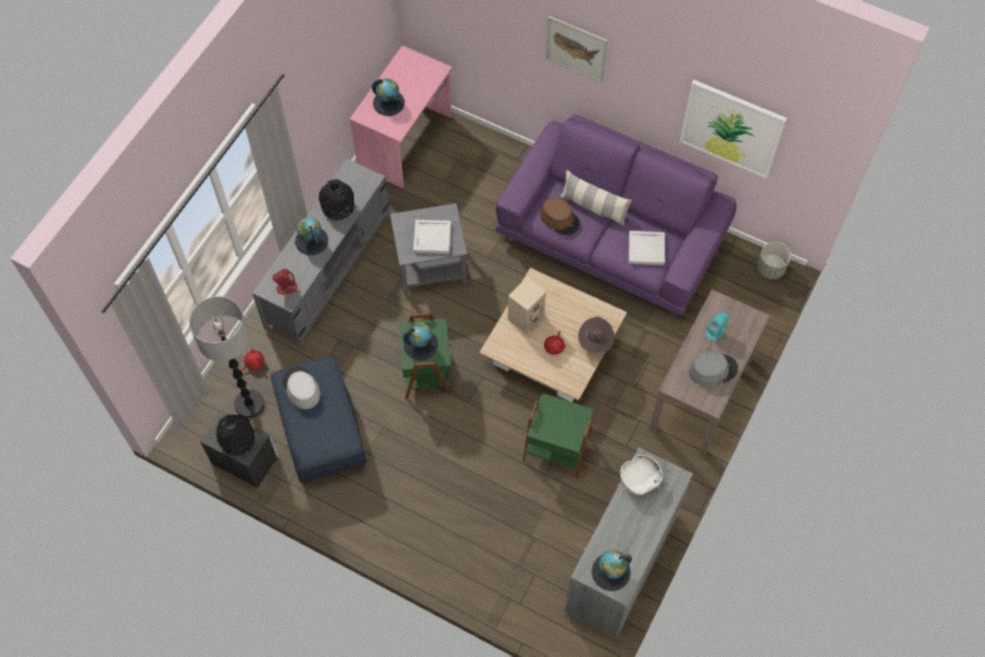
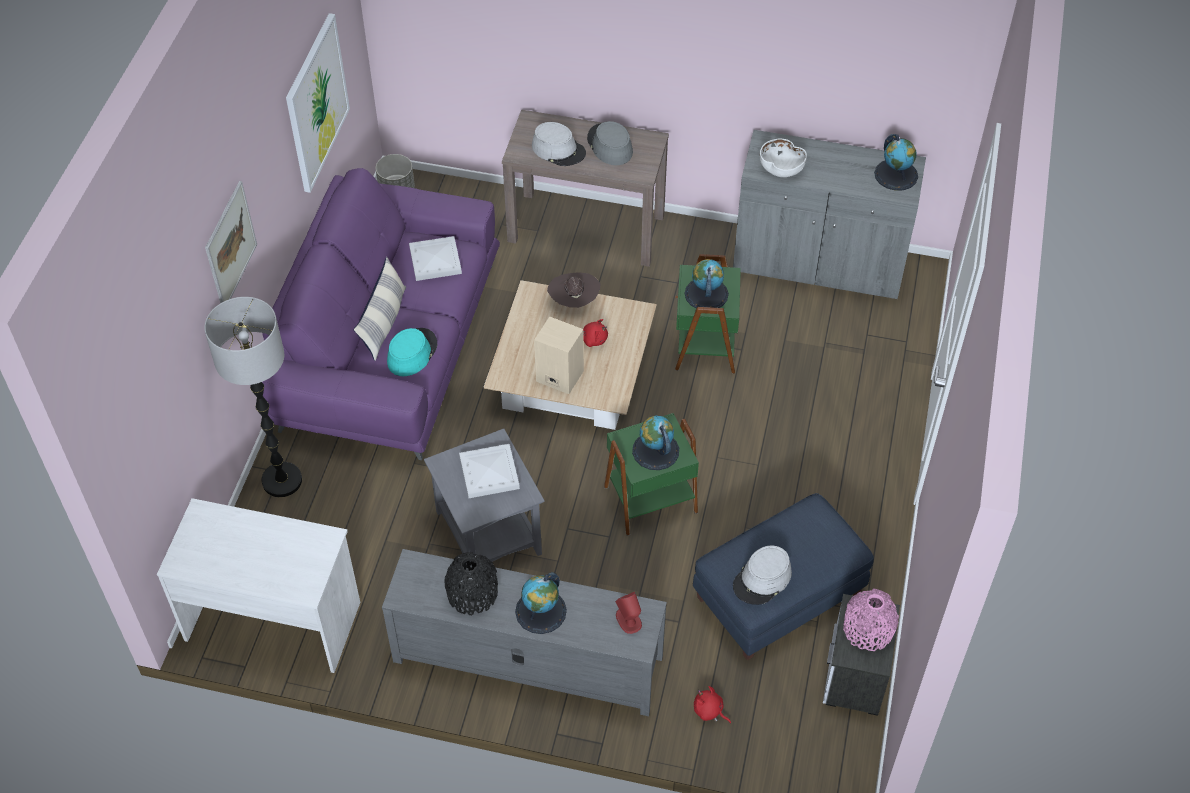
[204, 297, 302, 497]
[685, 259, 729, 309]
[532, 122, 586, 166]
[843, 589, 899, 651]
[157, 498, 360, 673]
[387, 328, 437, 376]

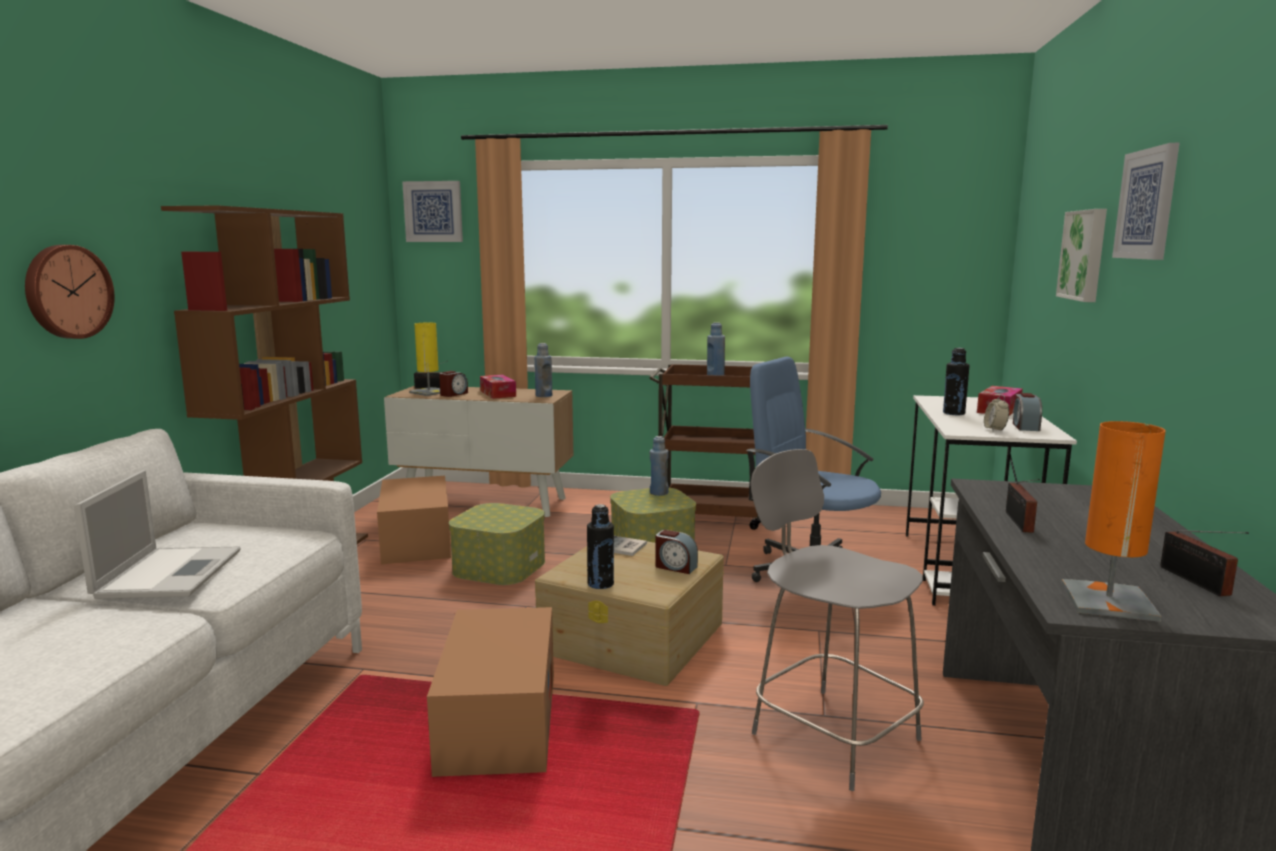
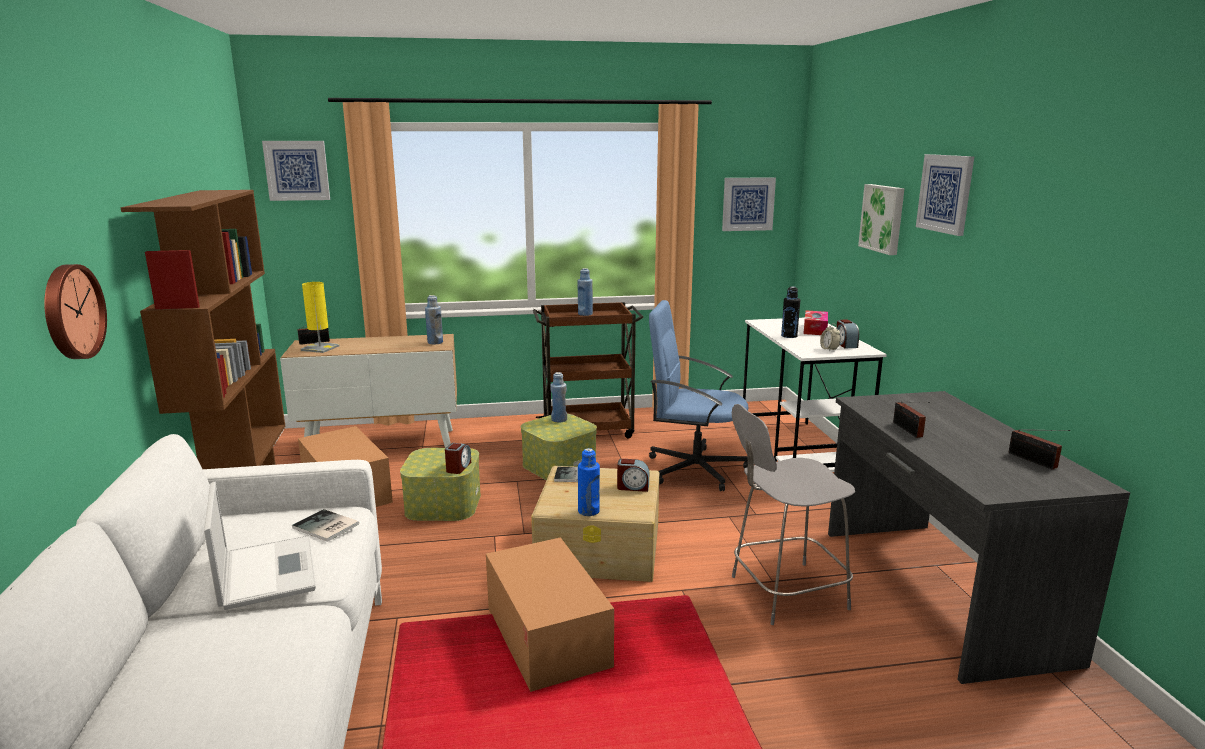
[480, 374, 516, 399] (first image)
[1061, 421, 1166, 622] (first image)
[292, 509, 359, 542]
[722, 177, 776, 231]
[445, 443, 471, 474]
[578, 448, 600, 516]
[732, 404, 855, 625]

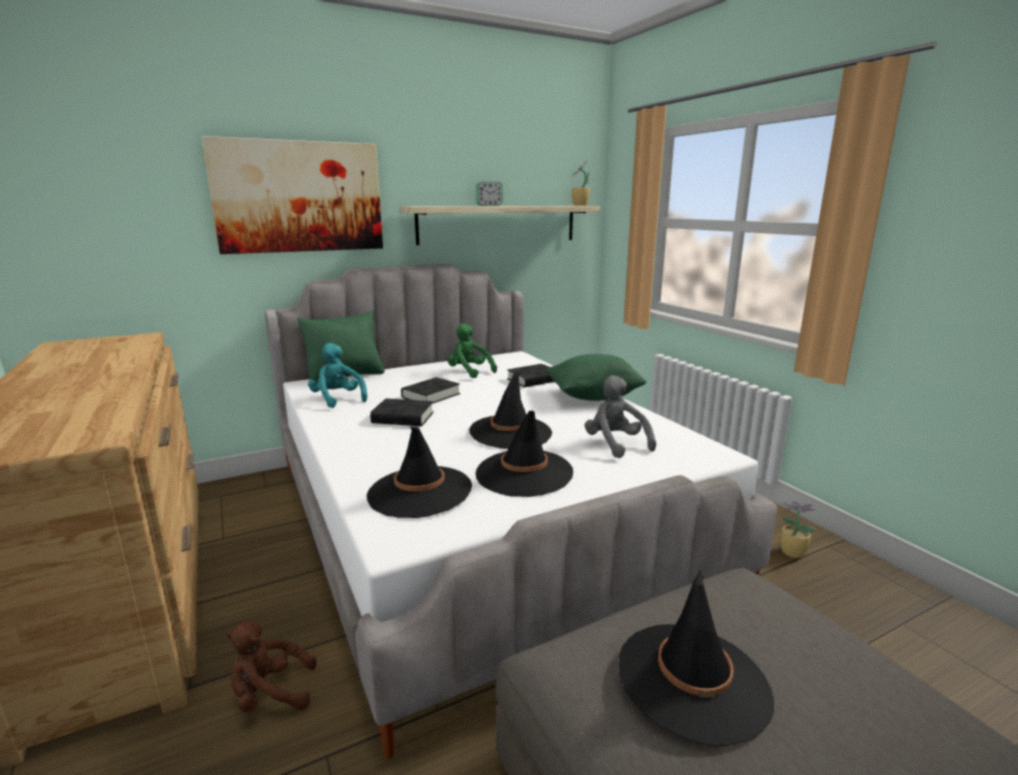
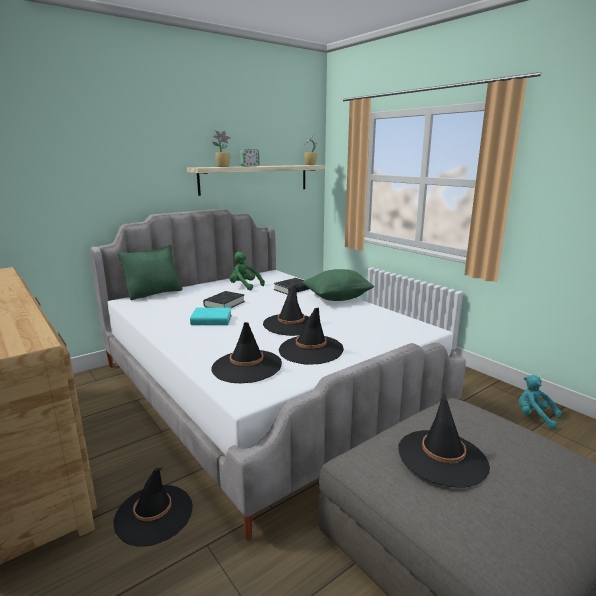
[201, 136, 383, 254] (first image)
[585, 375, 656, 458] (first image)
[519, 375, 562, 429]
[212, 130, 231, 167]
[113, 468, 193, 547]
[190, 307, 232, 325]

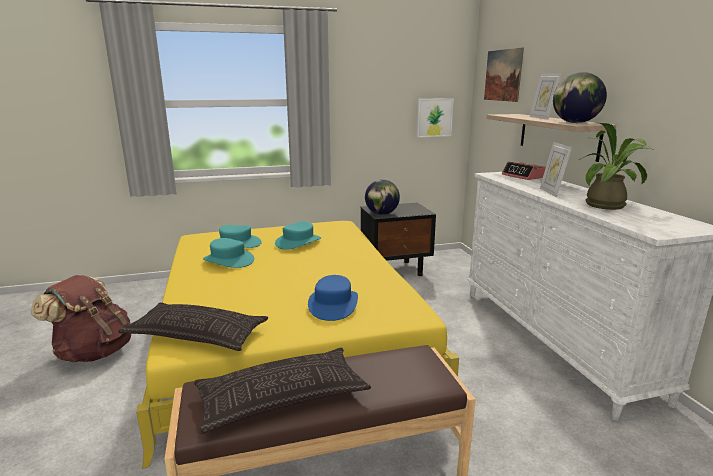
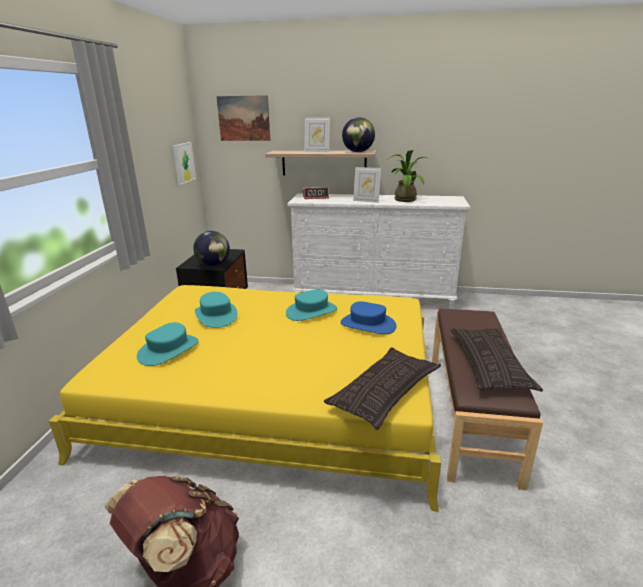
[286, 289, 337, 321]

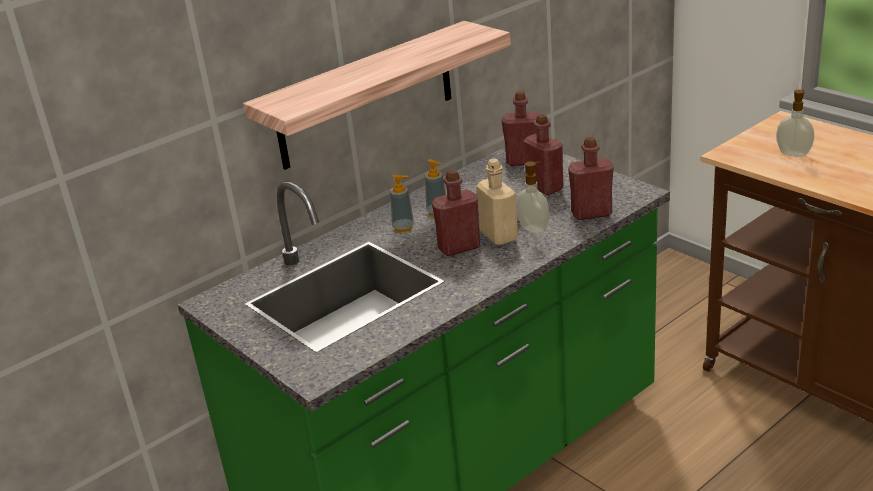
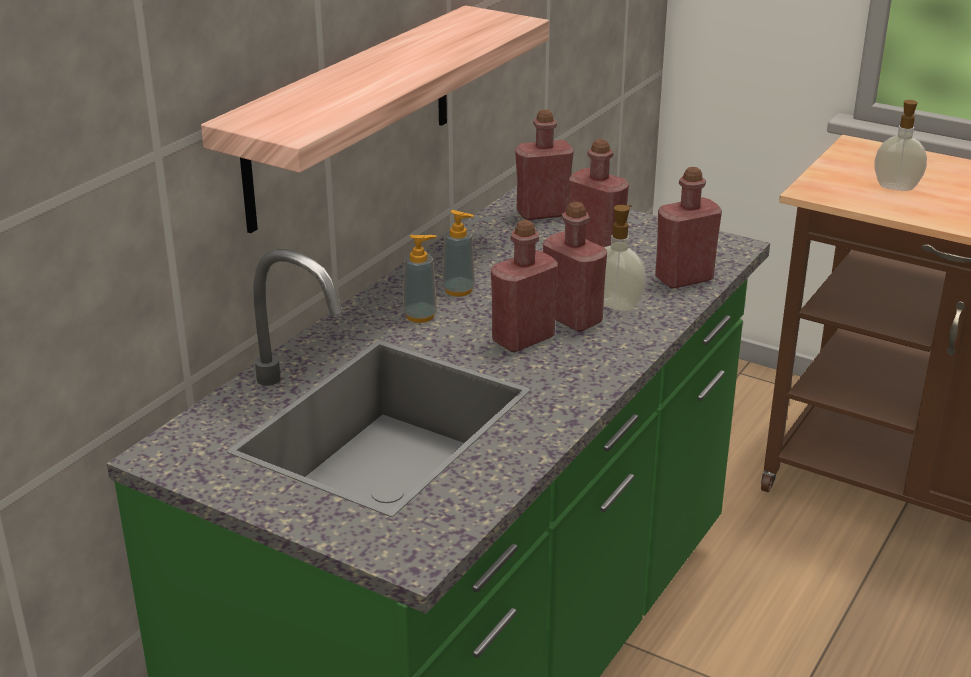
[543, 202, 607, 332]

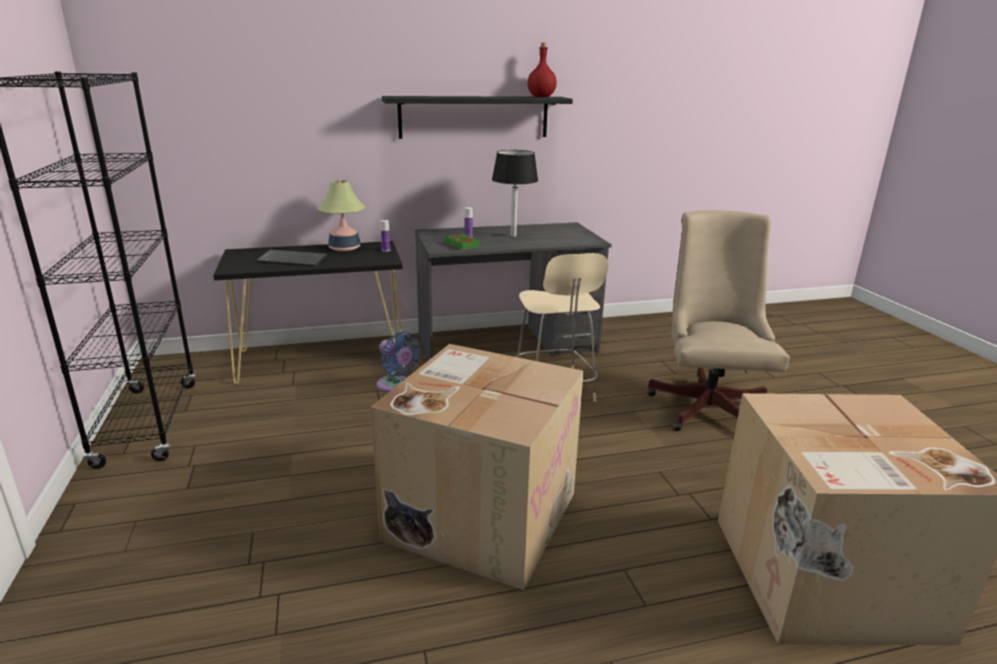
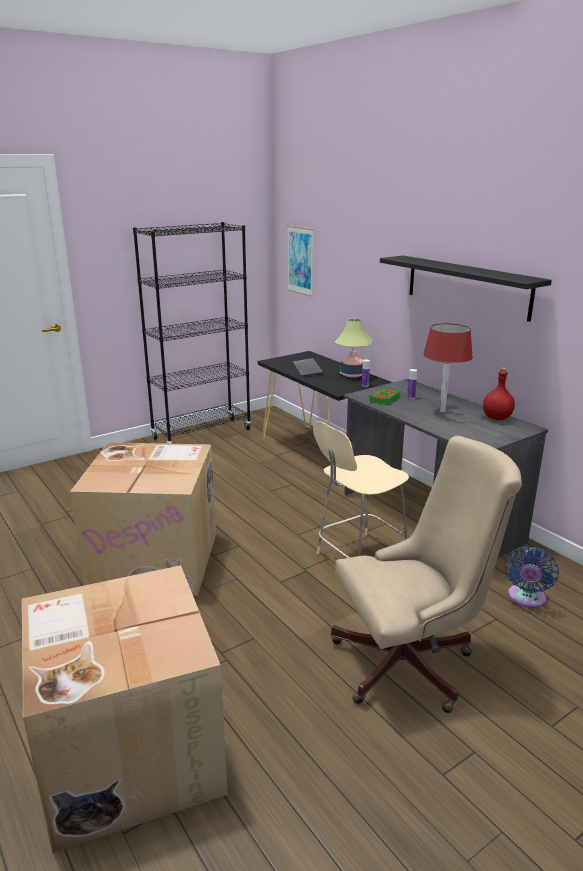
[287, 225, 314, 297]
[505, 546, 559, 608]
[483, 367, 515, 420]
[423, 323, 473, 413]

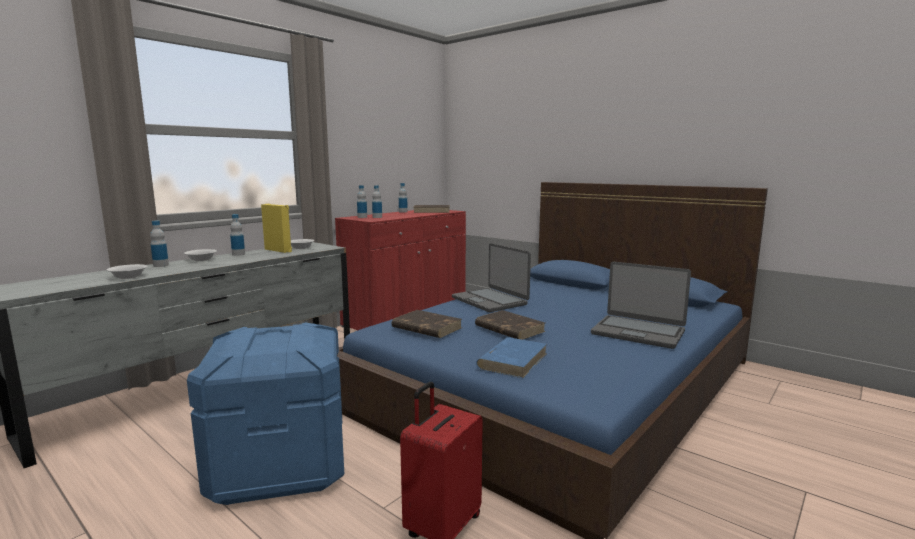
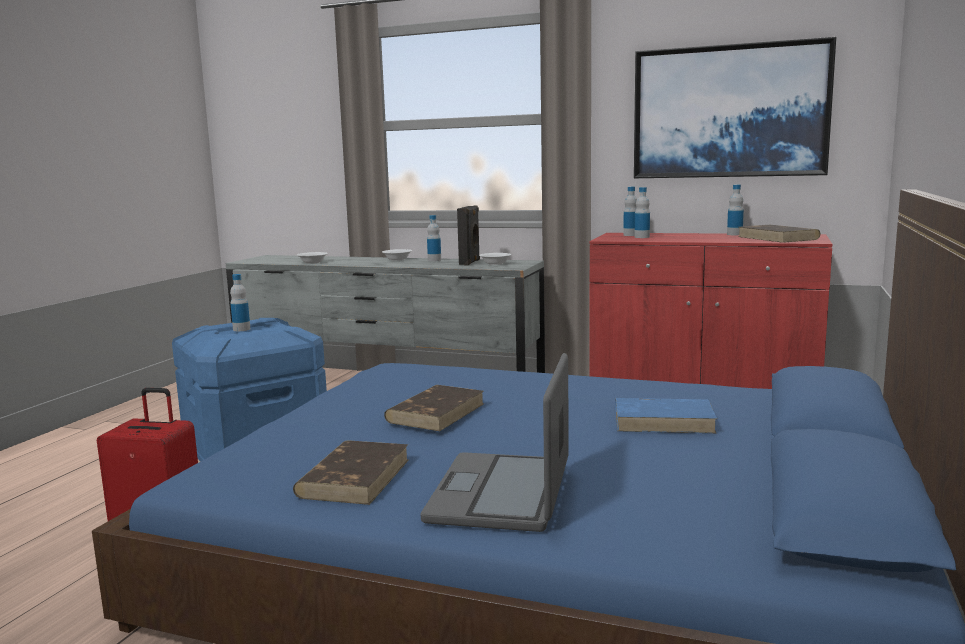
[452, 243, 531, 312] (first image)
[634, 37, 836, 178]
[230, 274, 250, 331]
[293, 440, 409, 505]
[616, 398, 717, 433]
[457, 205, 480, 265]

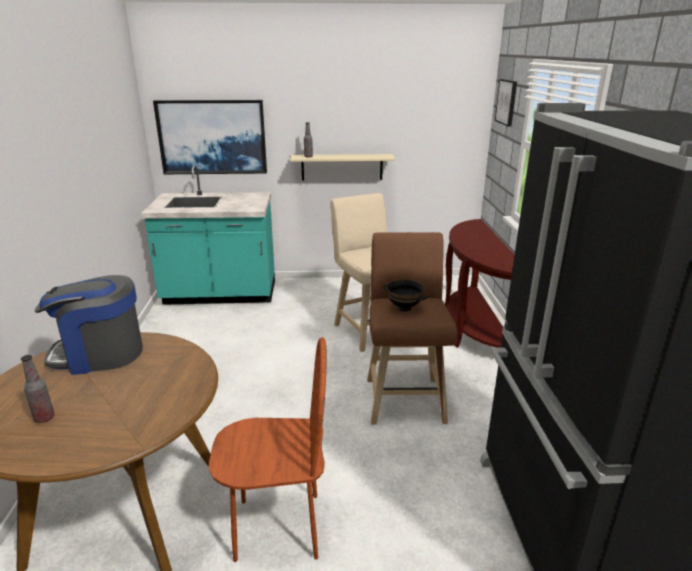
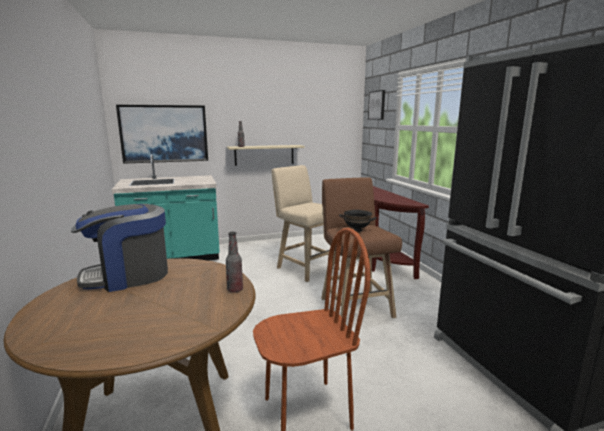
[226, 232, 243, 293]

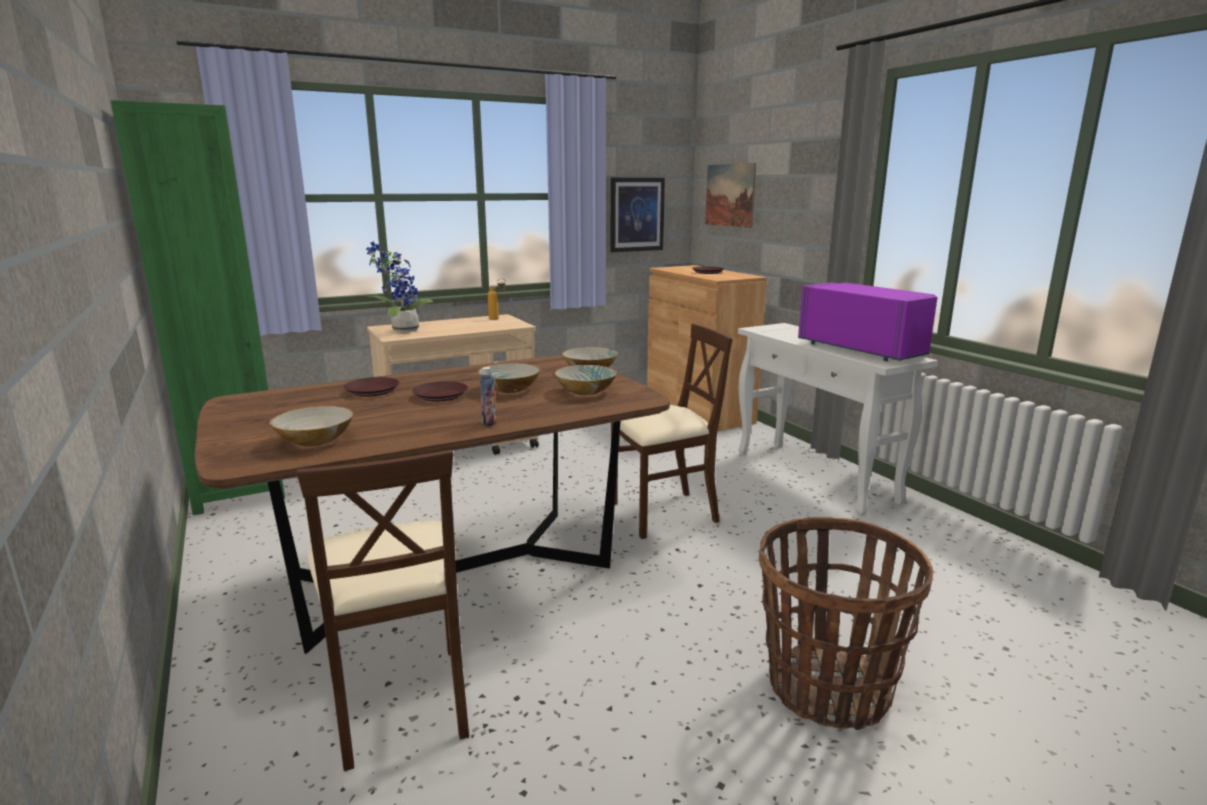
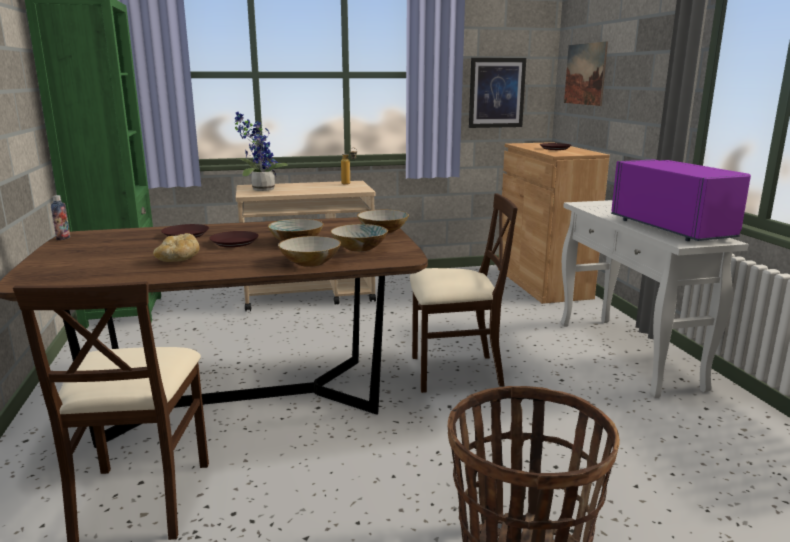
[153, 233, 200, 262]
[278, 236, 341, 267]
[51, 195, 71, 240]

